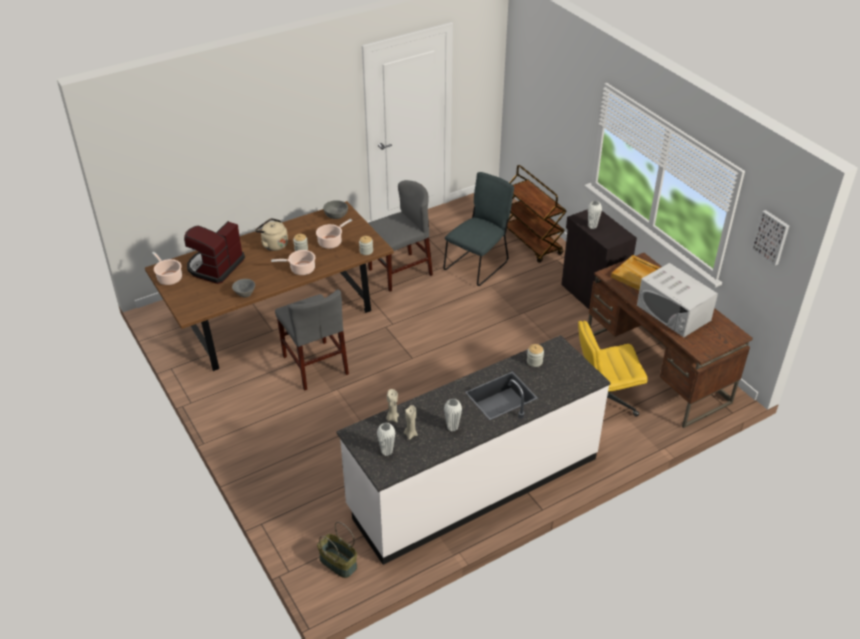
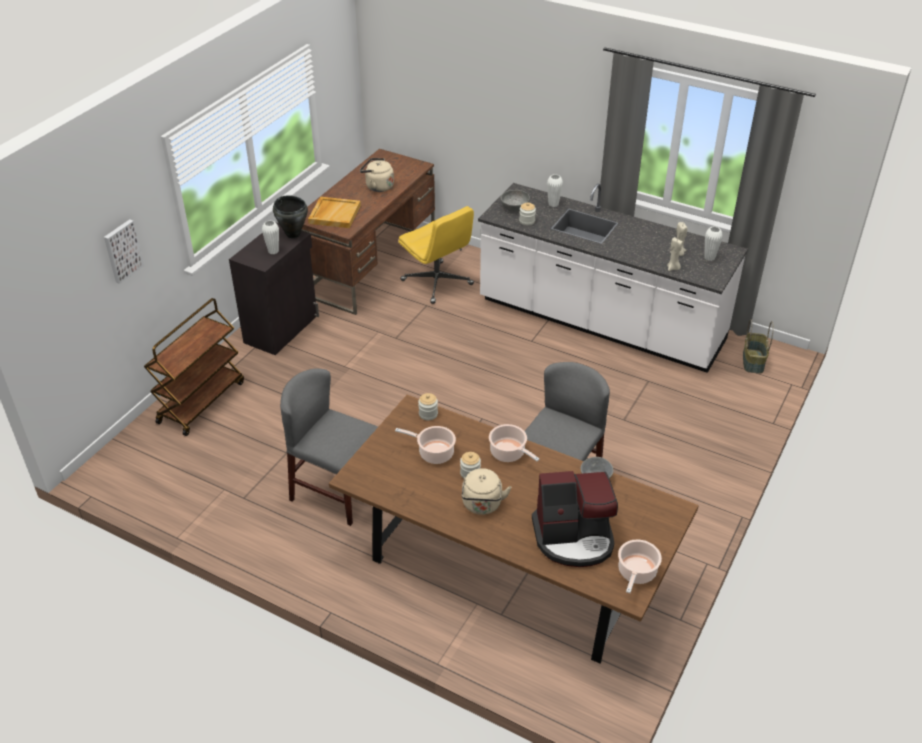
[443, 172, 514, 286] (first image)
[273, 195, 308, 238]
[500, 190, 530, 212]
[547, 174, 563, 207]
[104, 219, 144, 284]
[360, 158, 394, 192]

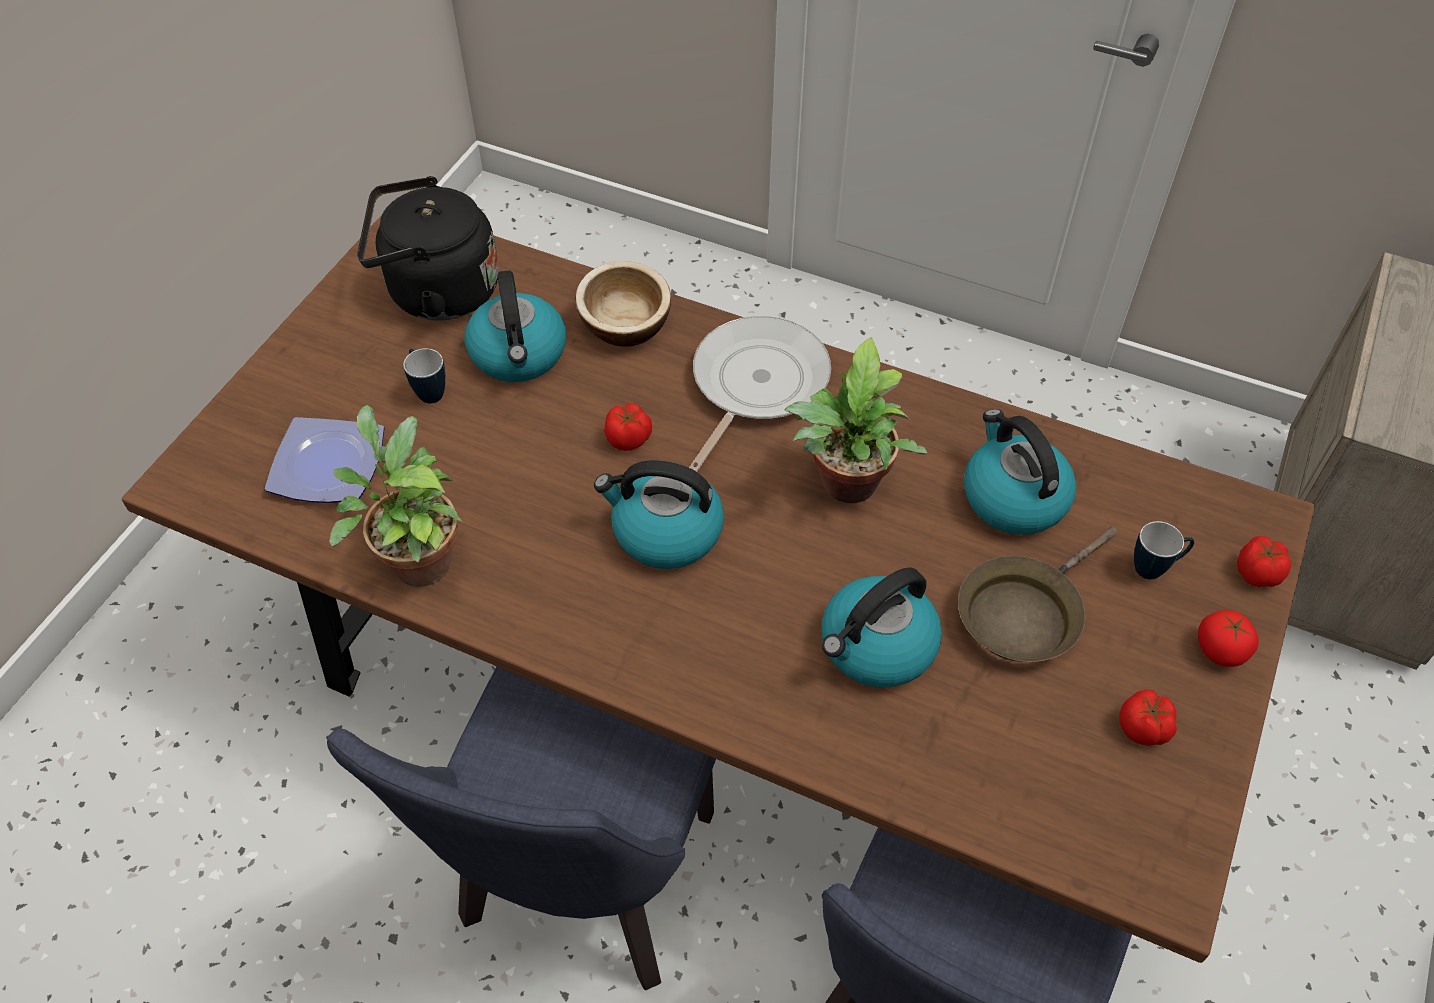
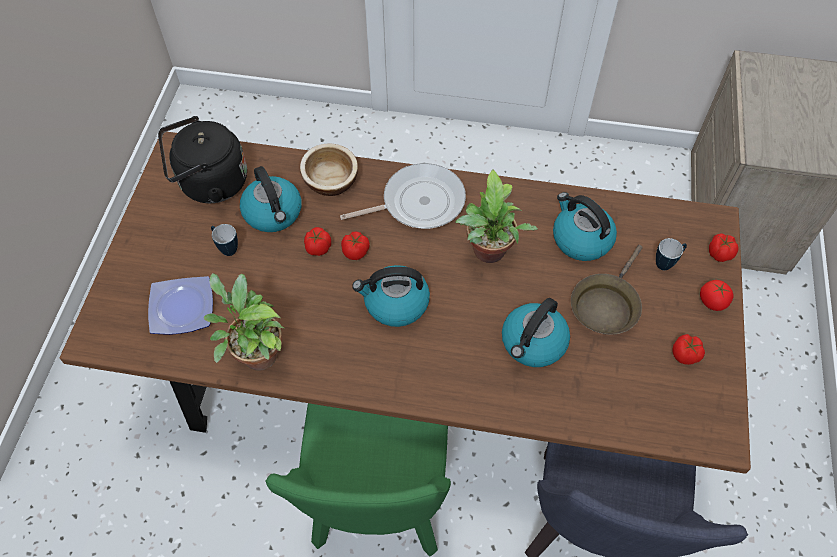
[304, 227, 331, 256]
[265, 403, 451, 556]
[340, 163, 466, 229]

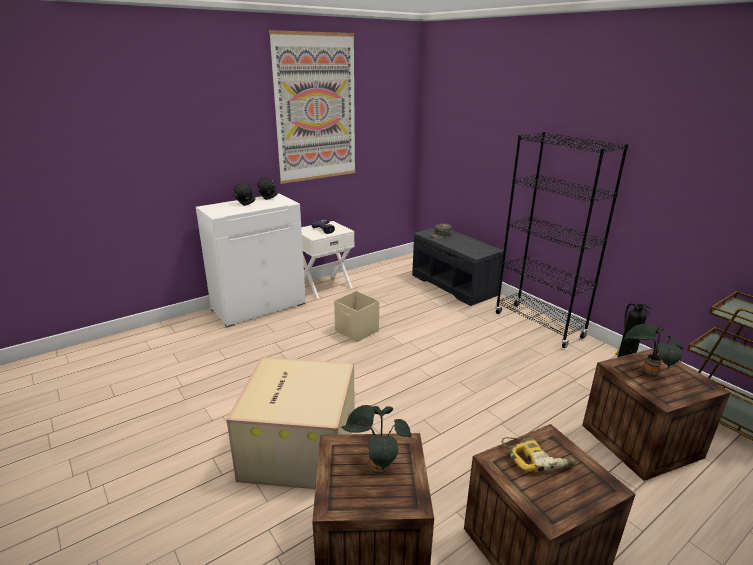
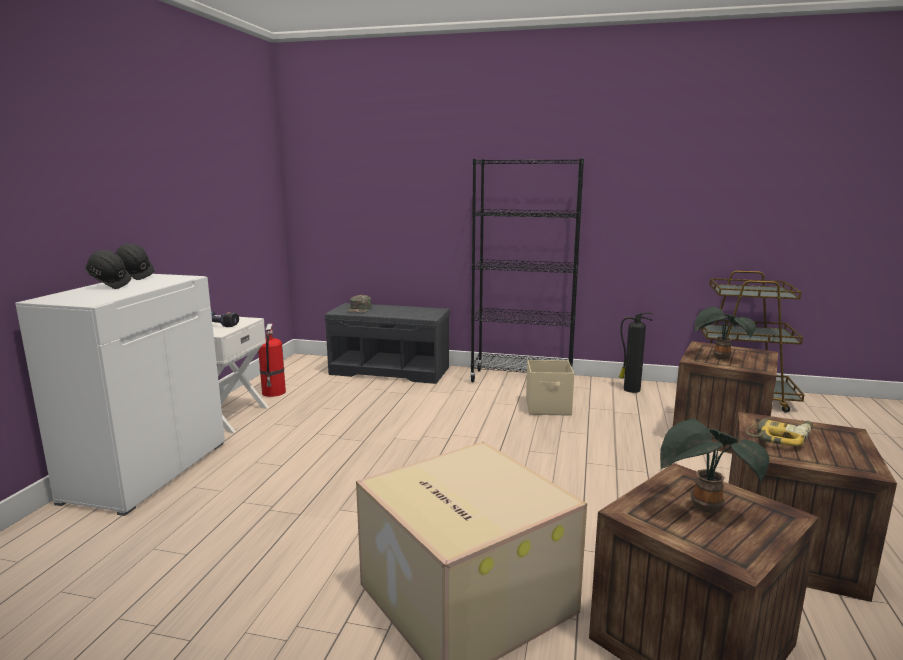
[269, 30, 355, 184] (first image)
[258, 324, 286, 397]
[526, 360, 574, 416]

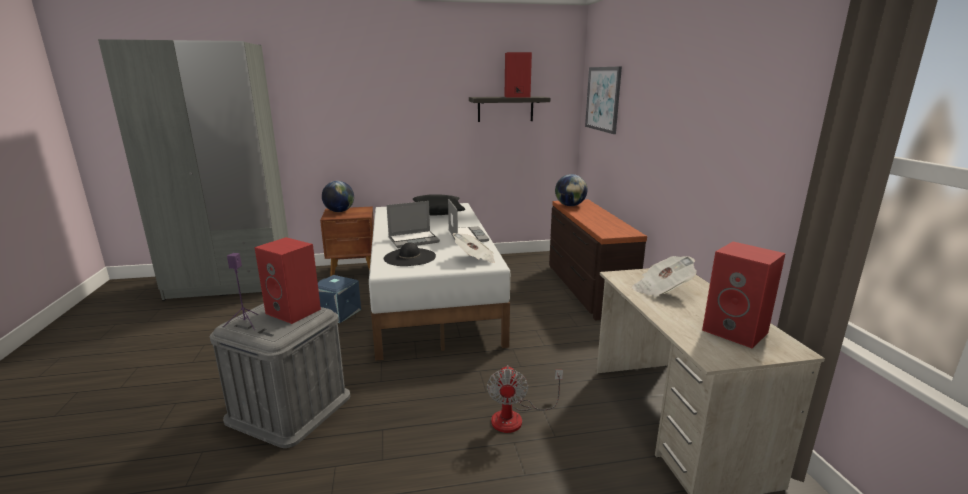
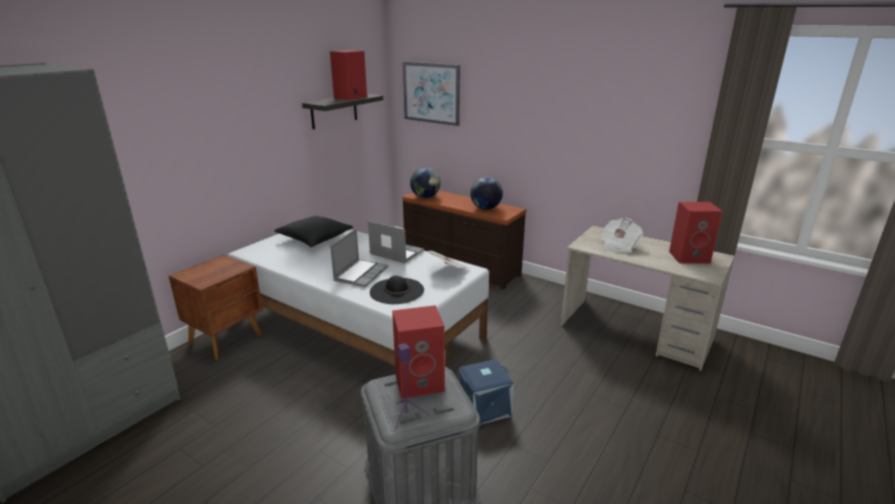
[487, 365, 563, 433] (first image)
[459, 359, 514, 425]
[470, 177, 503, 210]

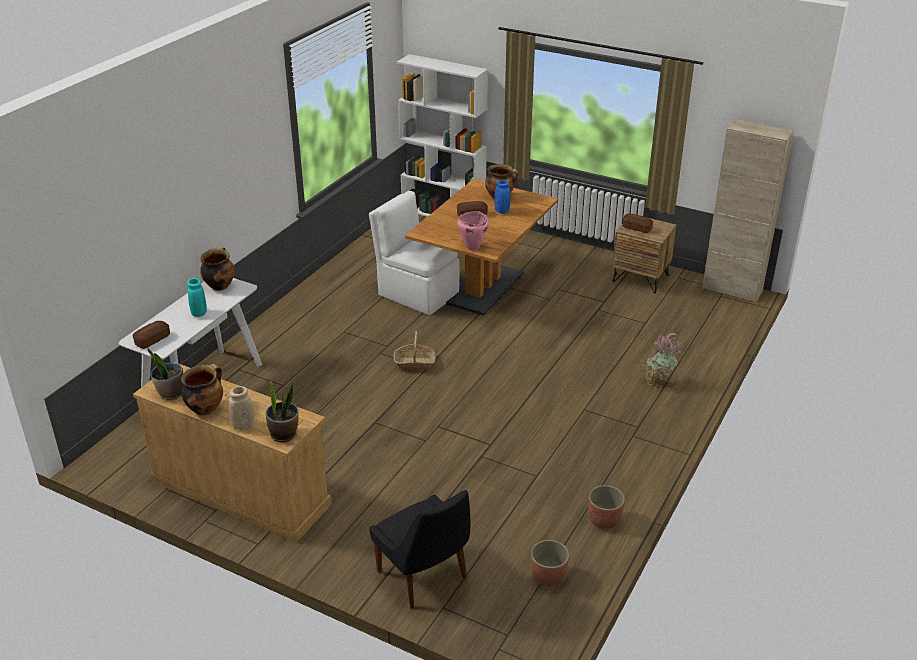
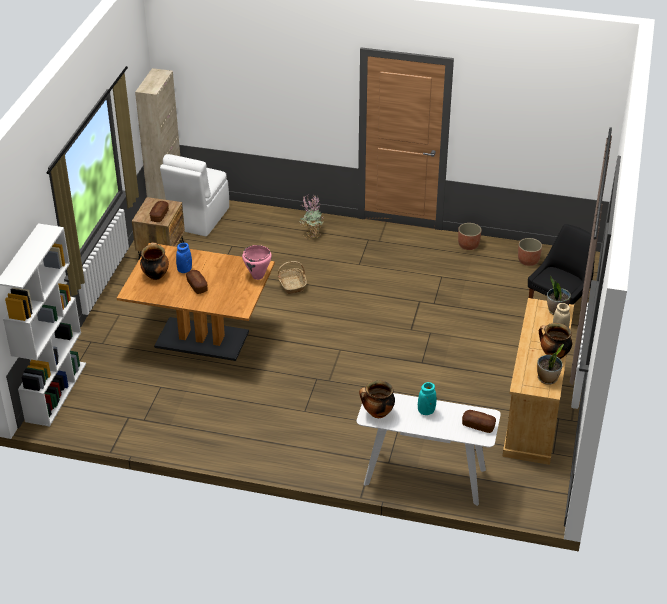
[160, 154, 229, 236]
[277, 261, 307, 294]

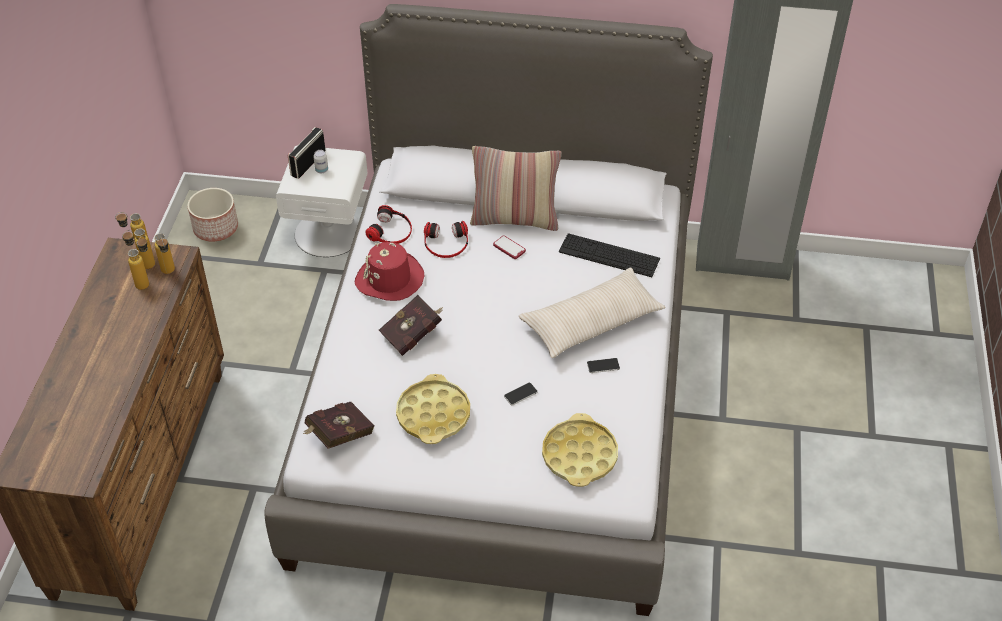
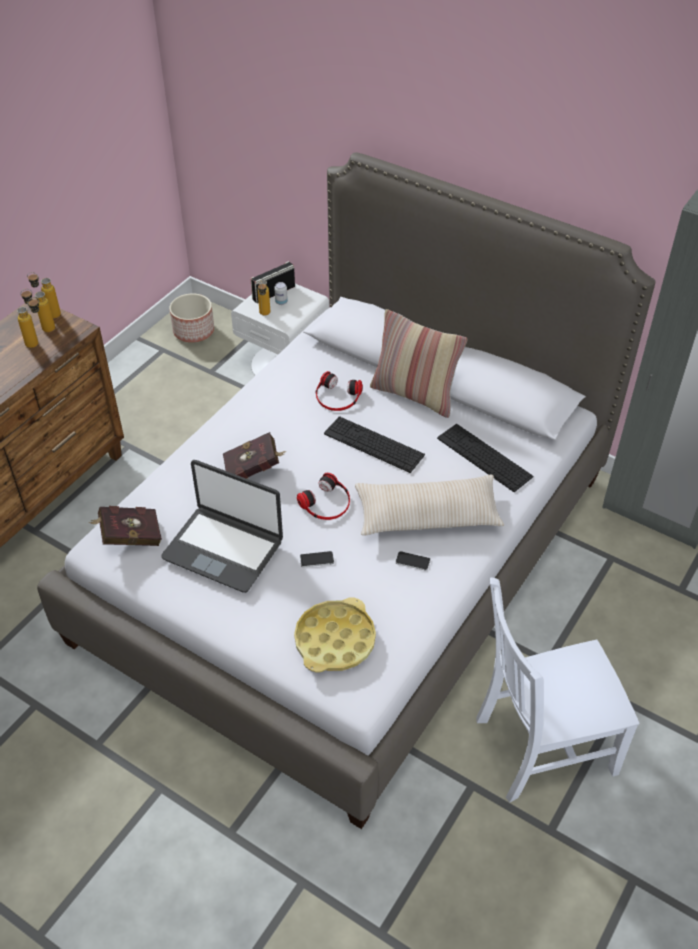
[355, 242, 424, 301] (first image)
[493, 235, 526, 259] (first image)
[324, 416, 425, 473]
[476, 577, 639, 803]
[258, 280, 270, 316]
[297, 473, 350, 520]
[161, 460, 283, 593]

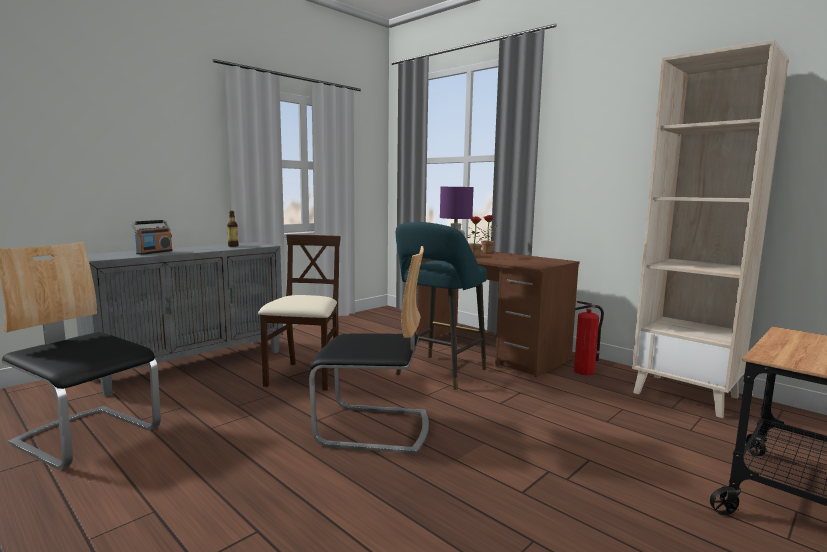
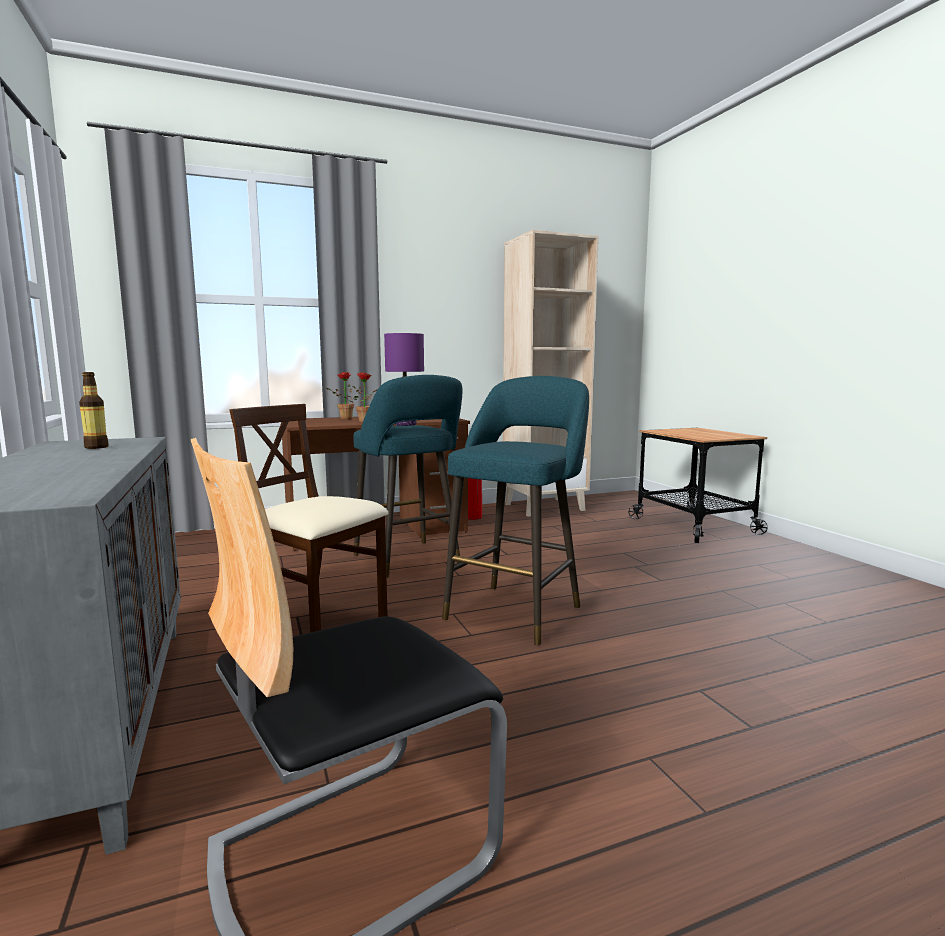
[131, 220, 173, 255] (first image)
[442, 376, 589, 645]

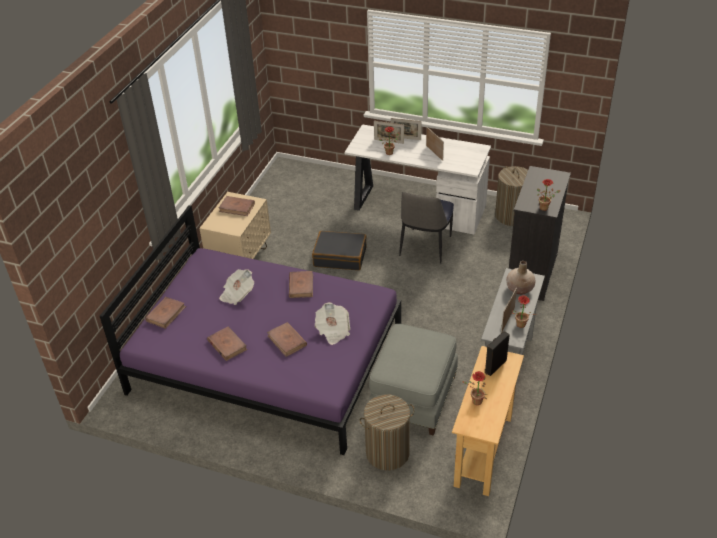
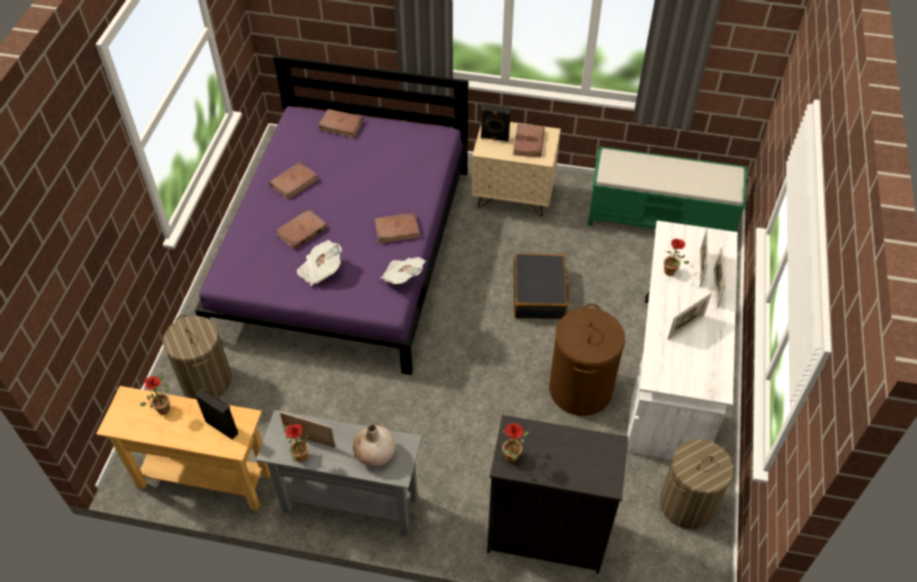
[369, 324, 458, 436] (first image)
[481, 104, 511, 142]
[588, 146, 747, 232]
[380, 257, 426, 284]
[549, 304, 625, 416]

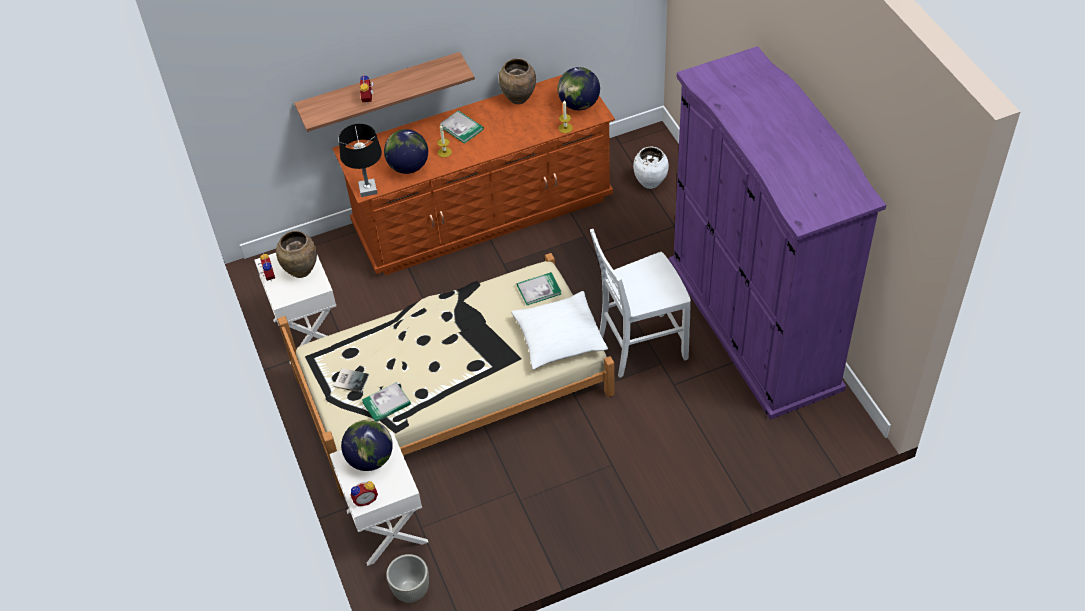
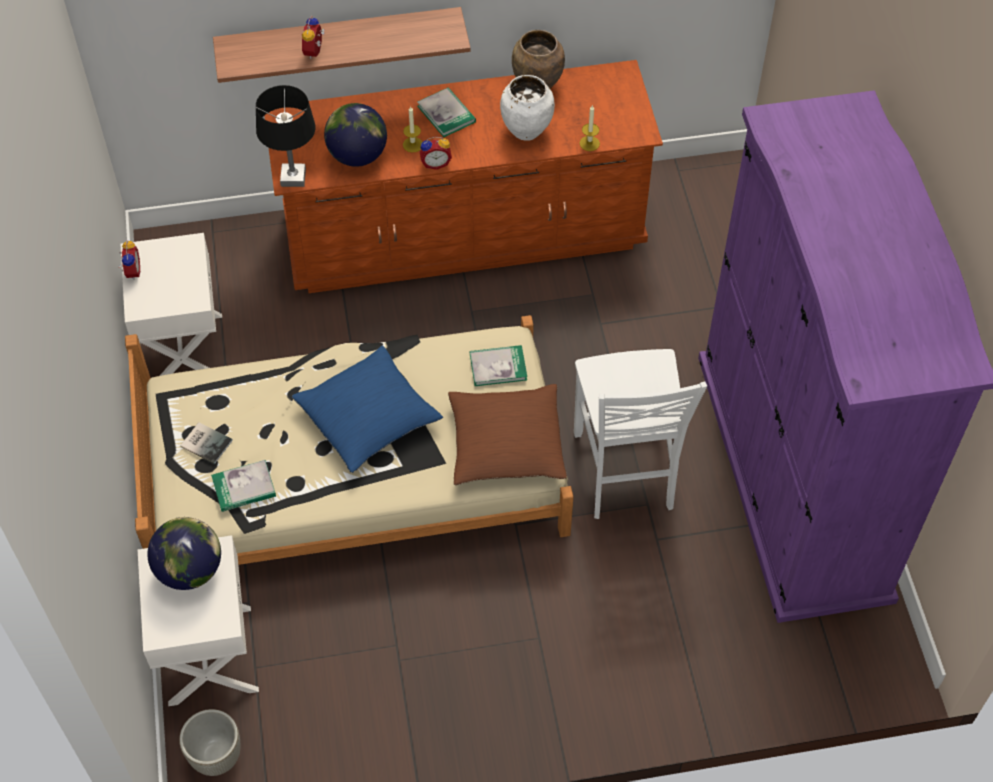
[276, 231, 317, 278] (first image)
[558, 67, 600, 110] (first image)
[292, 346, 443, 473]
[420, 137, 452, 170]
[500, 75, 555, 141]
[448, 384, 567, 485]
[574, 349, 707, 519]

